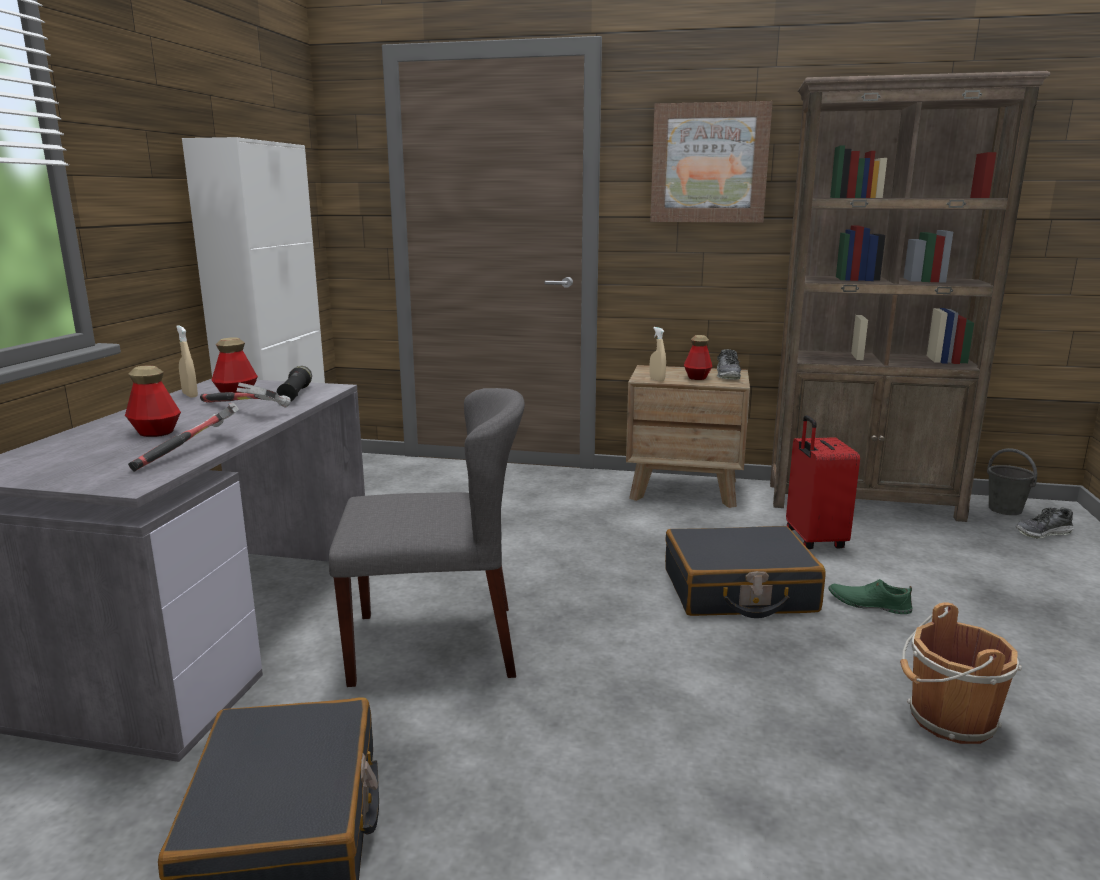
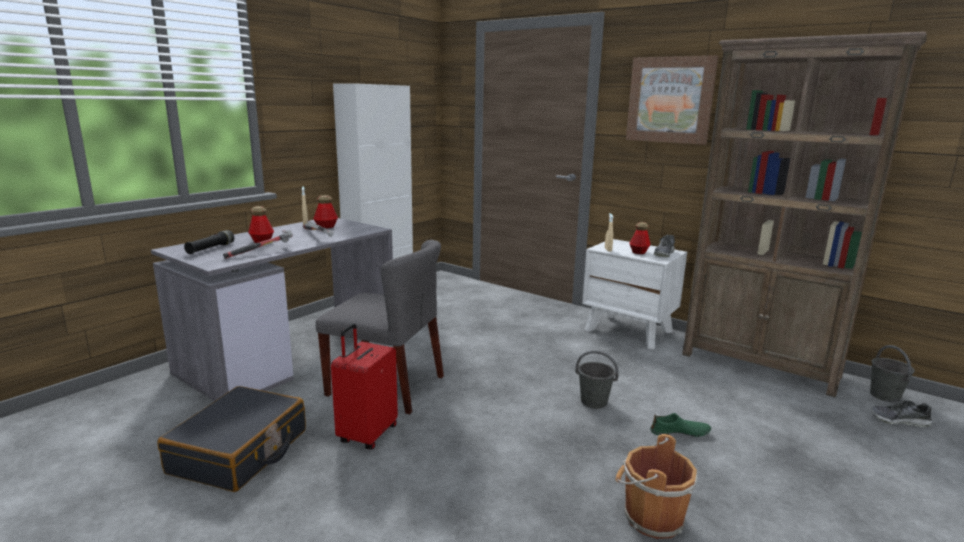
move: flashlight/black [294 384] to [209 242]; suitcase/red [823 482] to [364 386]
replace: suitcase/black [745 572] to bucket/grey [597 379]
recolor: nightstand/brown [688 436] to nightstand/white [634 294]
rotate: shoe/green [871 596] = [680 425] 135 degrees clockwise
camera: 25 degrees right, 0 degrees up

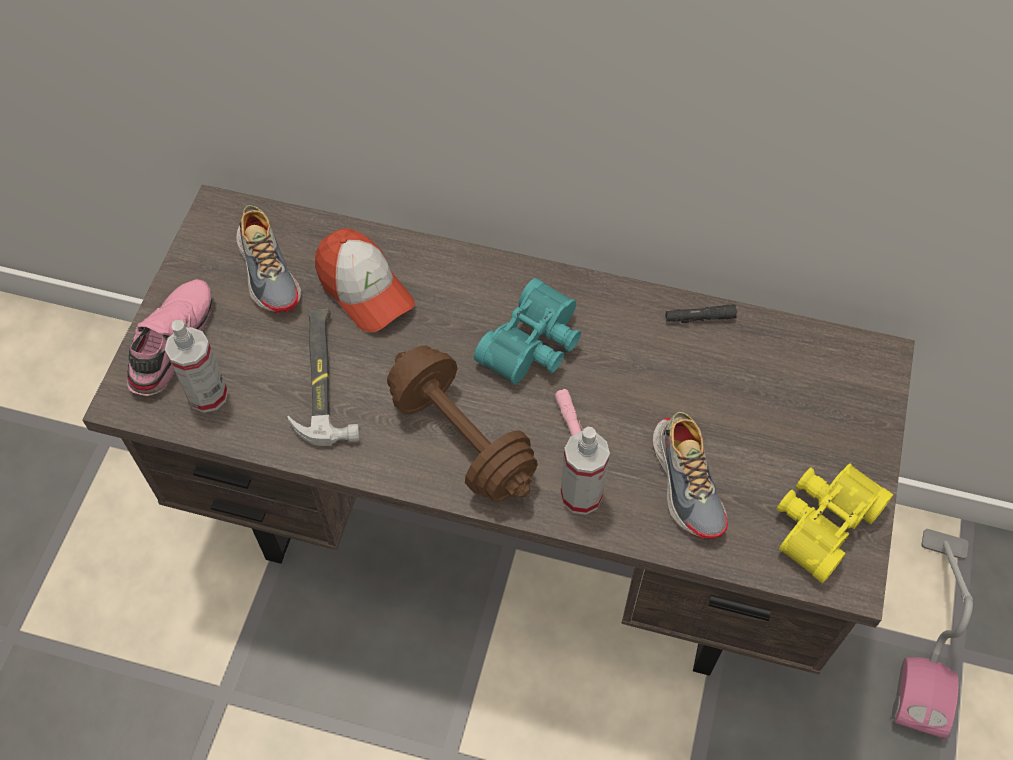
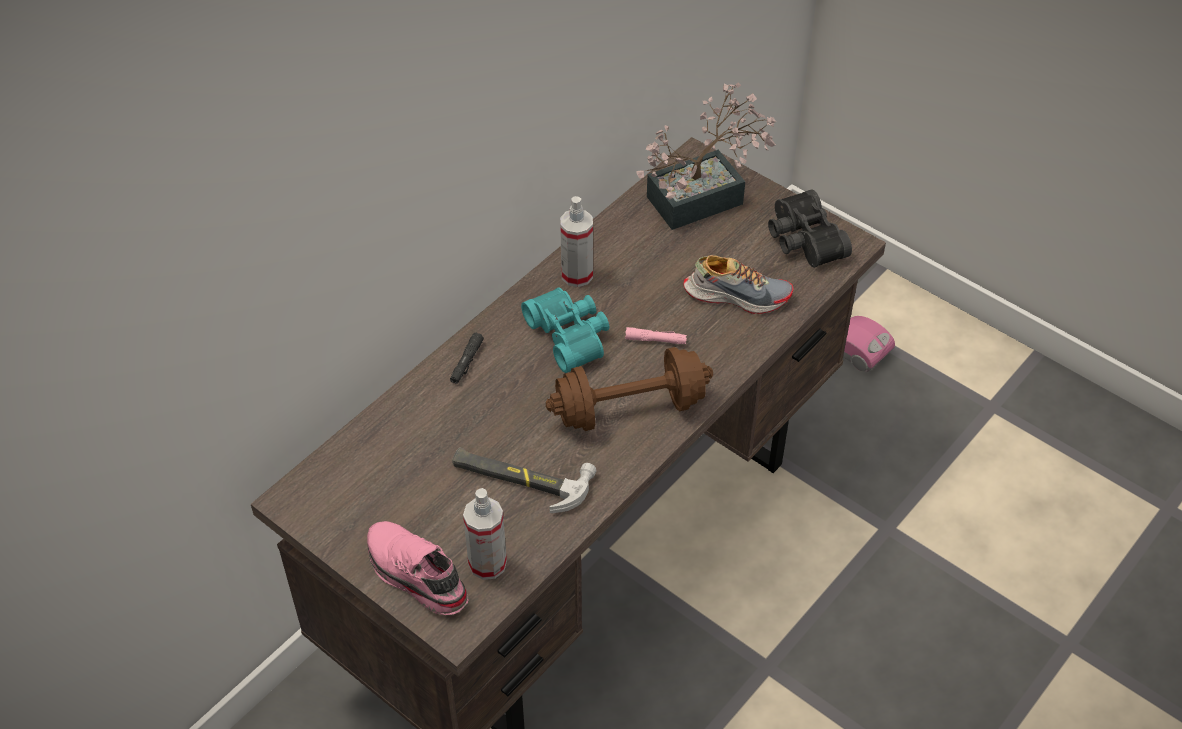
delete: shoe [268 259]; cap [365 280]
insert: potted plant [706 156]
move: spray bottle [585 471] to [576 241]; flashlight/black [701 314] to [467 358]
recolor: binoculars/yellow [834 523] to binoculars/black [810 229]
camera: 65 degrees left, 10 degrees down

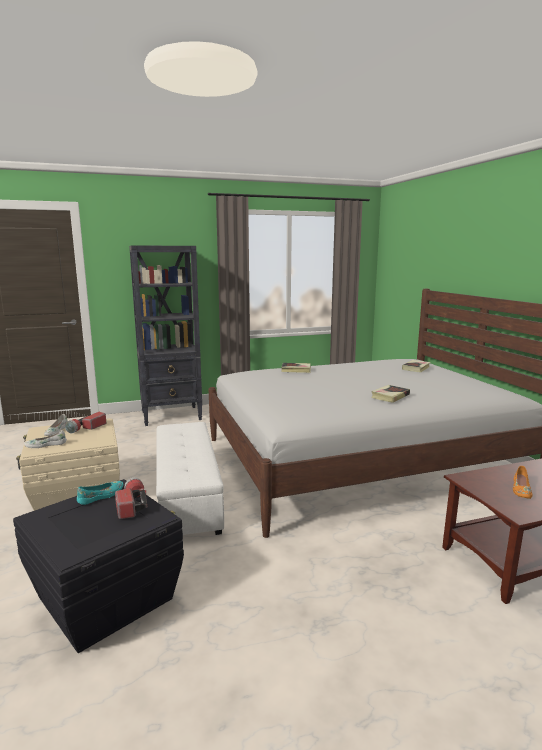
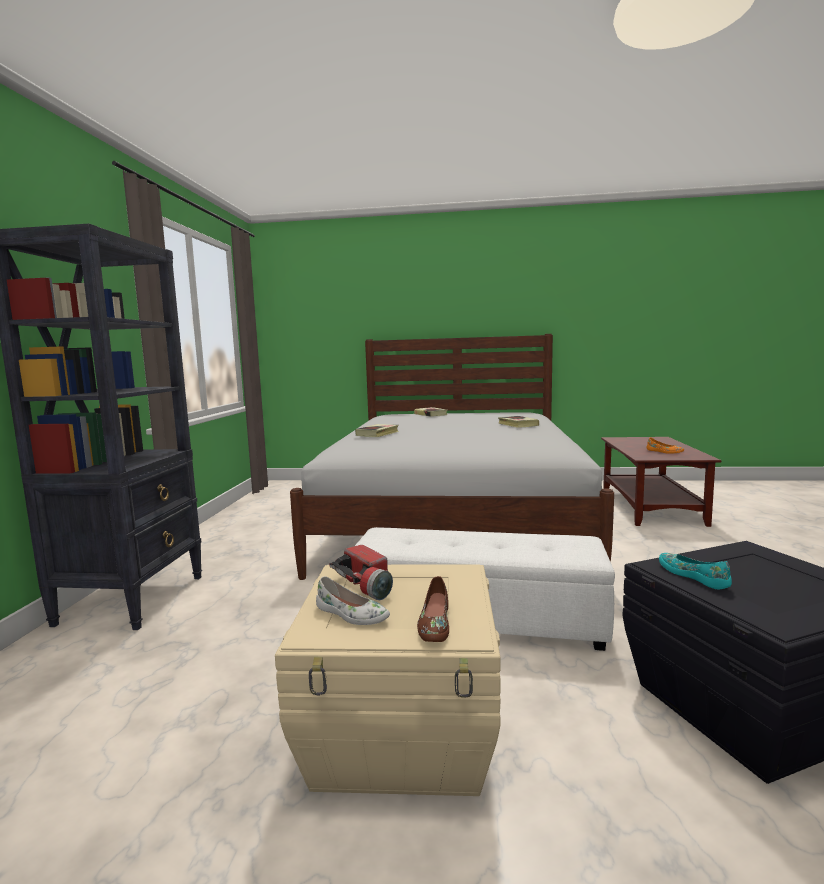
delete: flashlight [131 498]
recolor: shoe/white [45 439] to shoe/brown [433 609]
camera: 65 degrees left, 5 degrees down

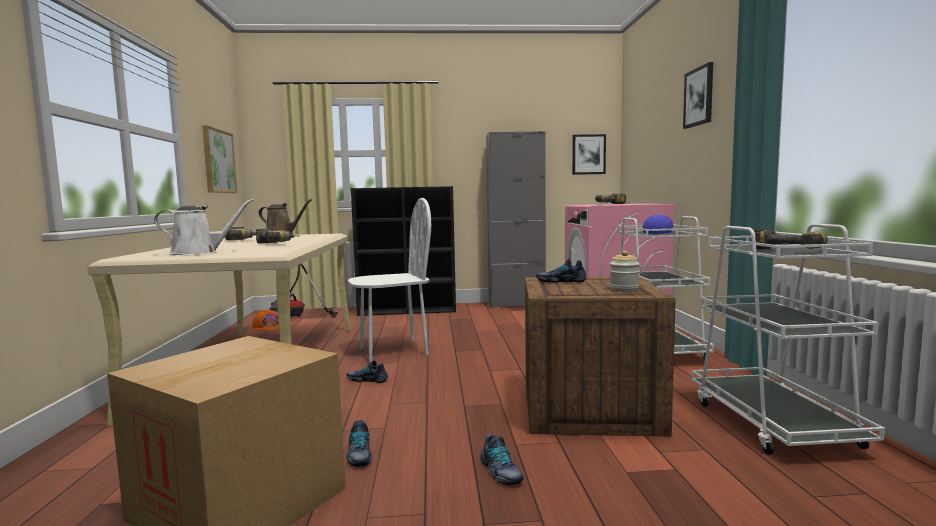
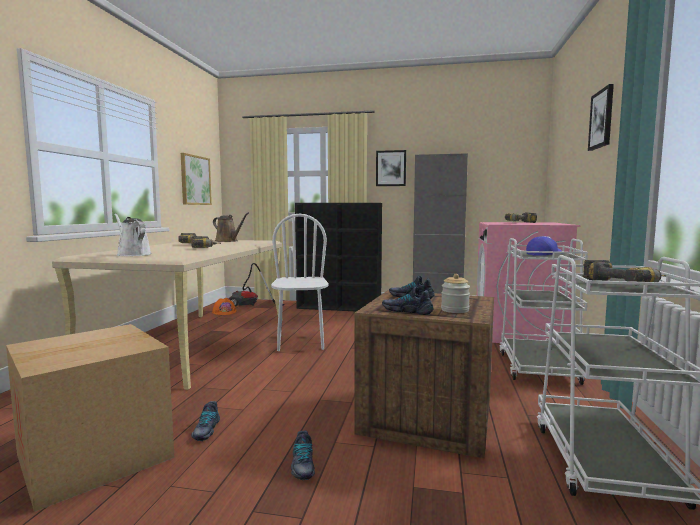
move: shoe [367 371] to [407 301]; picture [589 154] to [391 168]
rotate: watering can/white [204 227] = [133 234] 135 degrees counterclockwise; chair/white [389 280] = [300 282] 90 degrees counterclockwise
camera: 15 degrees right, 0 degrees up

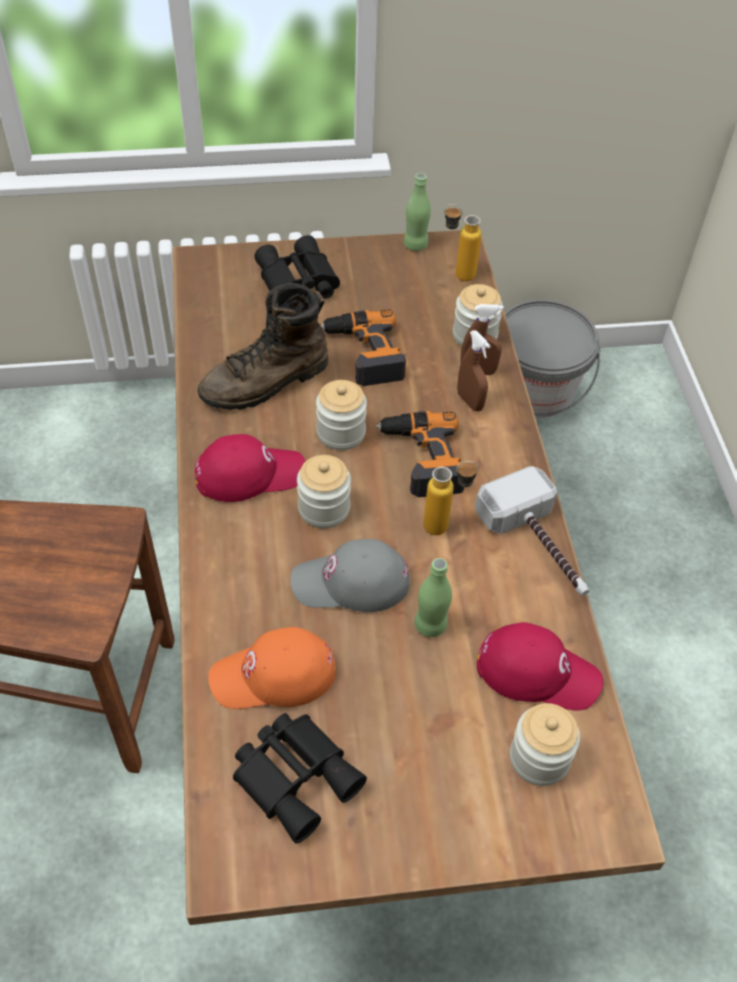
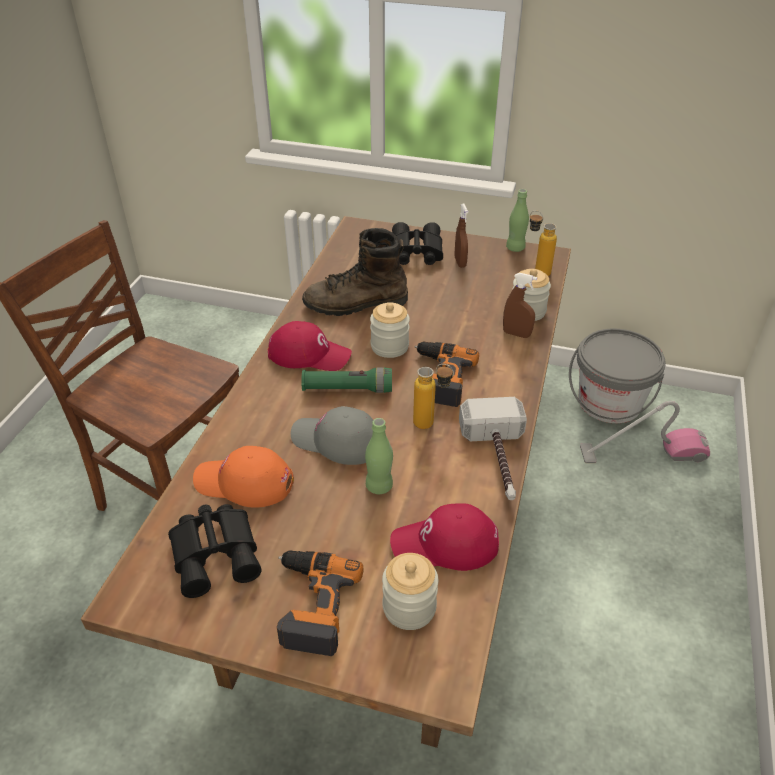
insert: vacuum cleaner [645 432]
move: power drill [363 348] to [320 603]; spray bottle/brown [474 370] to [461 235]
replace: jar [324 491] to flashlight/green [346 380]
rotate: cap/red [540 666] = [444 537] 135 degrees clockwise
camera: 25 degrees right, 10 degrees down

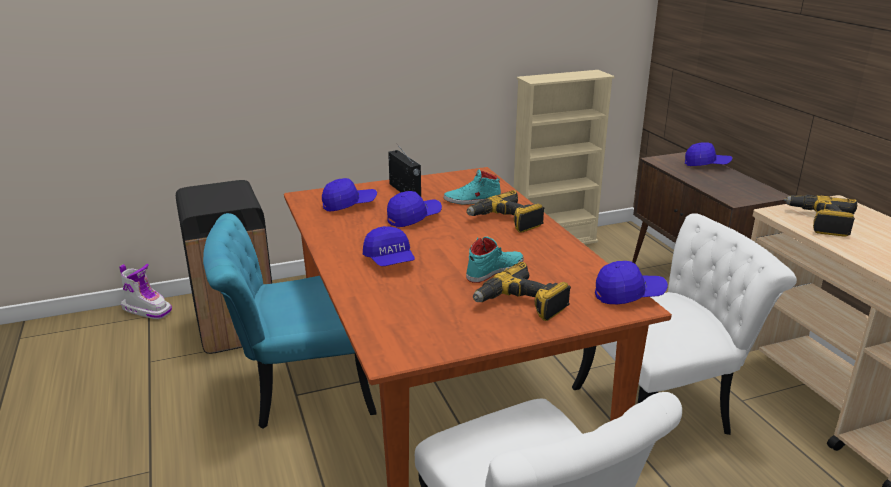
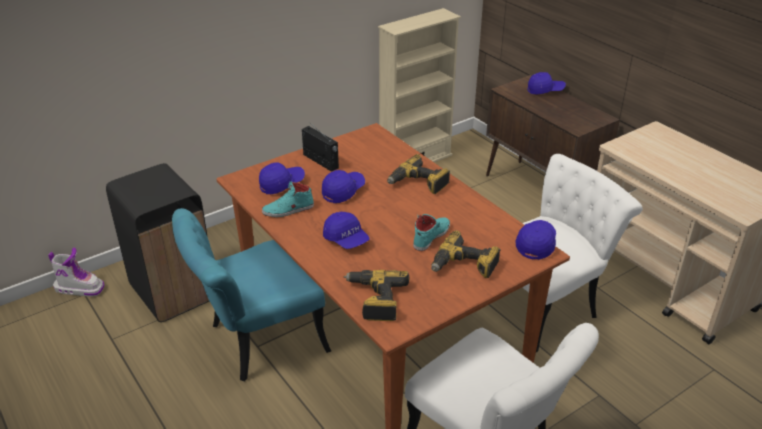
move: shoe/turquoise [472 187] to [288 199]; power drill [820 216] to [376 295]
rotate: cap/blue [631 282] = [536 240] 45 degrees counterclockwise
camera: 15 degrees left, 10 degrees up

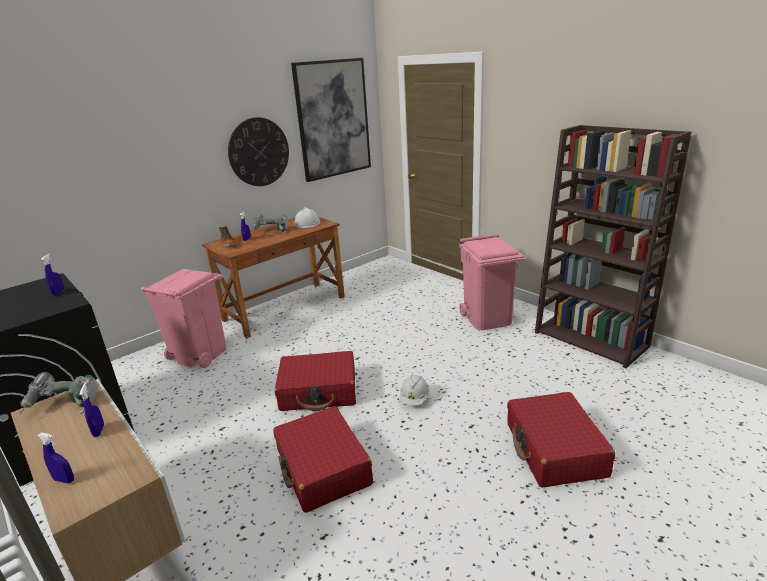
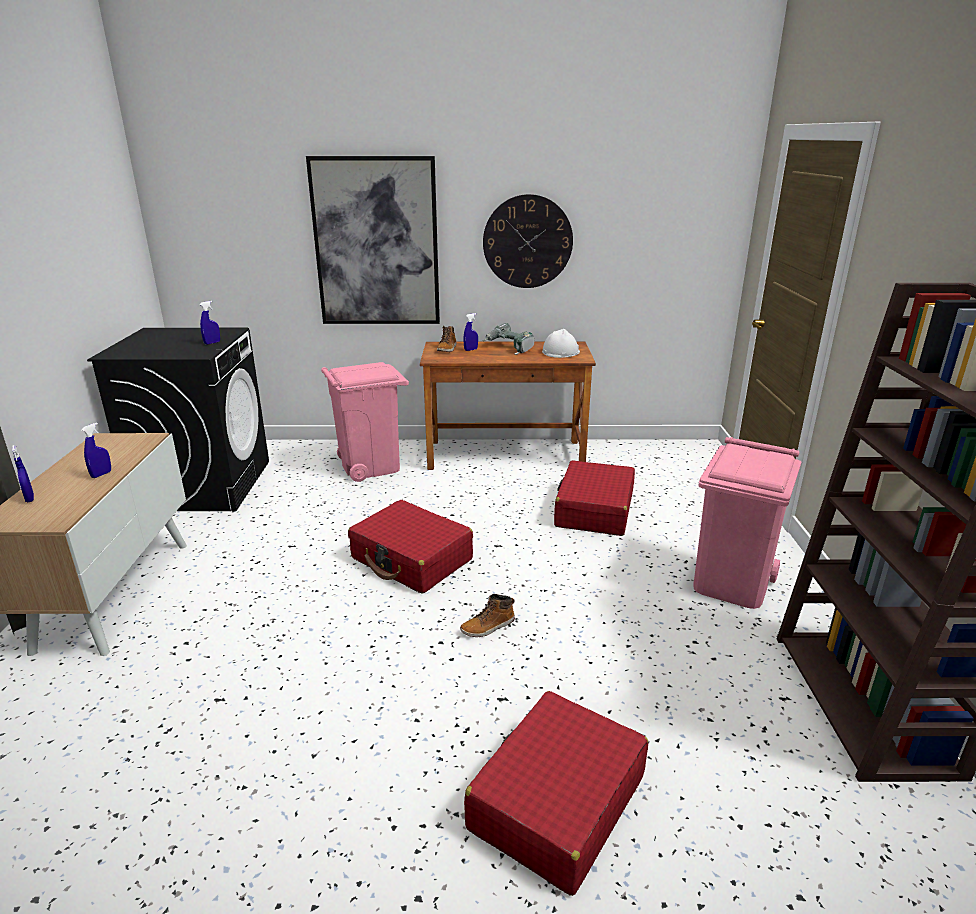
delete: power drill [58 393]
move: suitcase/red [323 459] to [594 498]; picture [331 120] to [373 240]
replace: hard hat/white [414 390] to boot [487 615]
camera: 40 degrees right, 0 degrees up

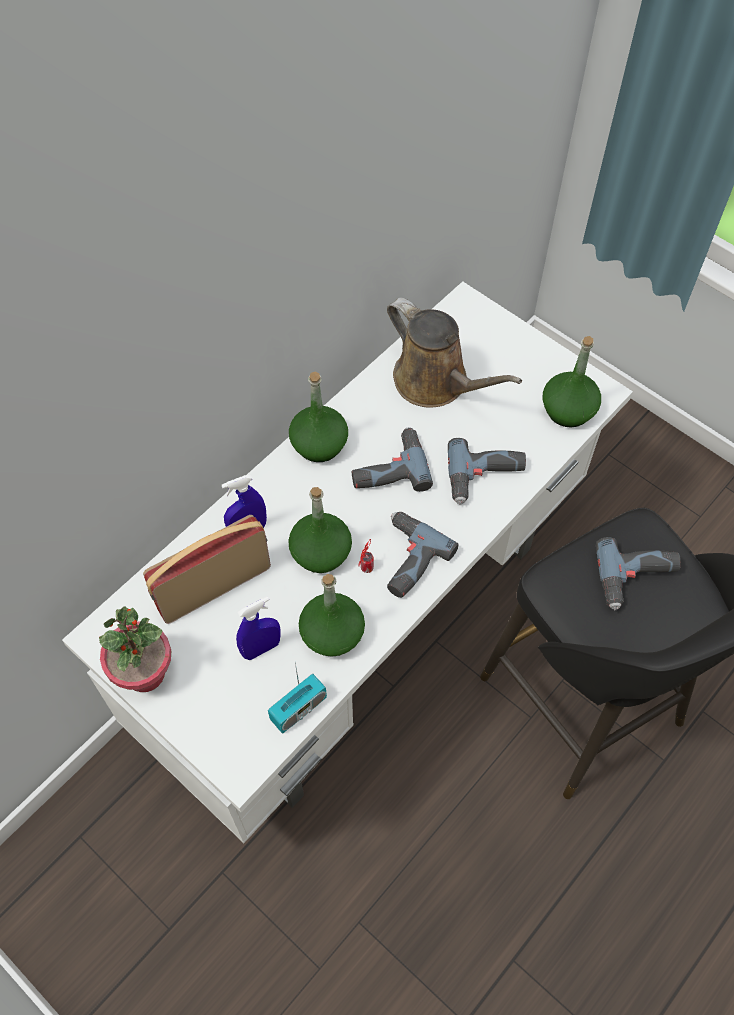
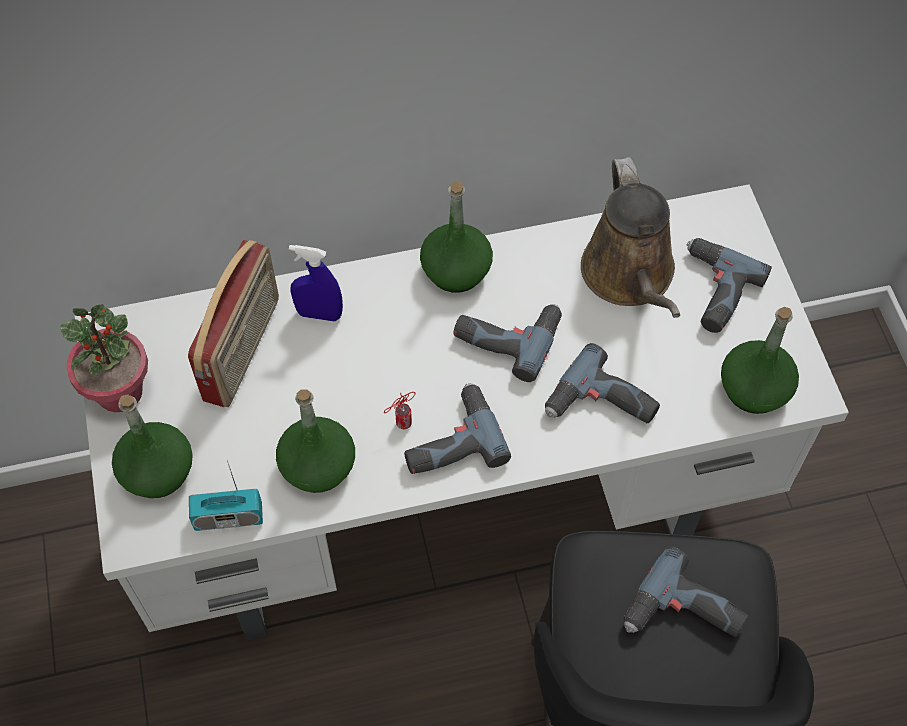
delete: spray bottle/blue [258 628]
insert: power drill [729 285]
move: bottle/green [320 530] to [152 446]
rotate: radio [207 569] = [233 323] 105 degrees clockwise
camera: 35 degrees right, 0 degrees up

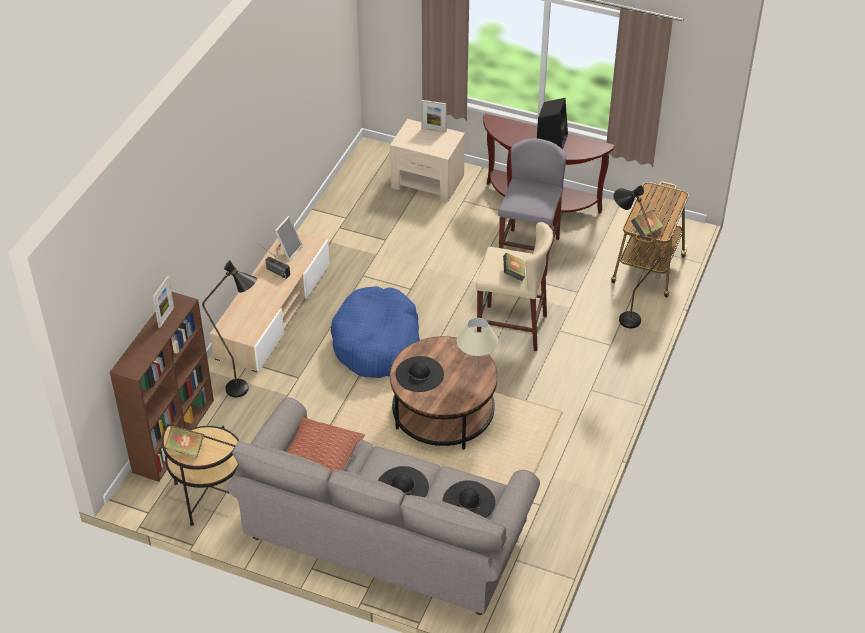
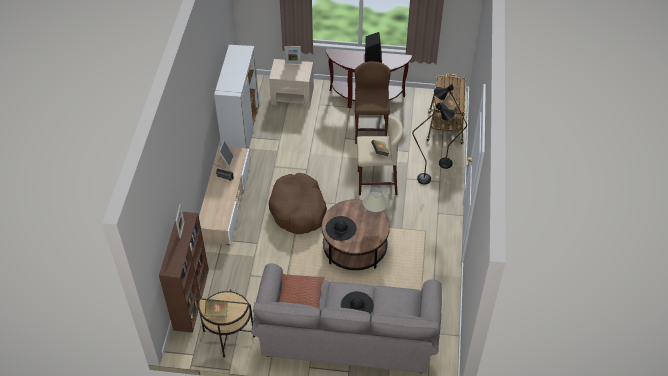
delete: hat/black [468 499]
insert: cabinet/white [237 97]
move: floor lamp/black [229 328] to [433 144]
recolor: dog bed/blue [375 332] to dog bed/brown [298 203]; stool/grey [532 206] to stool/brown [373 102]
camera: 15 degrees left, 5 degrees up

